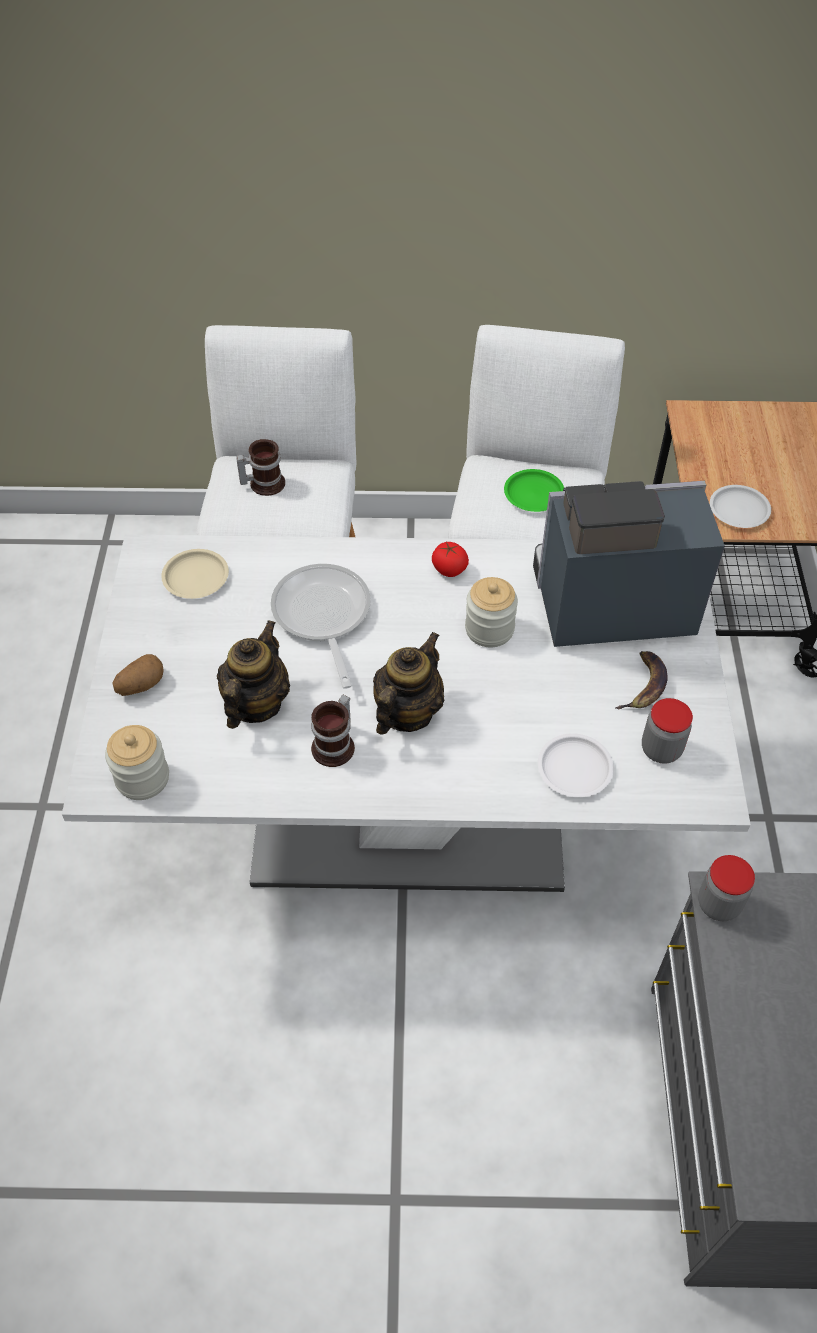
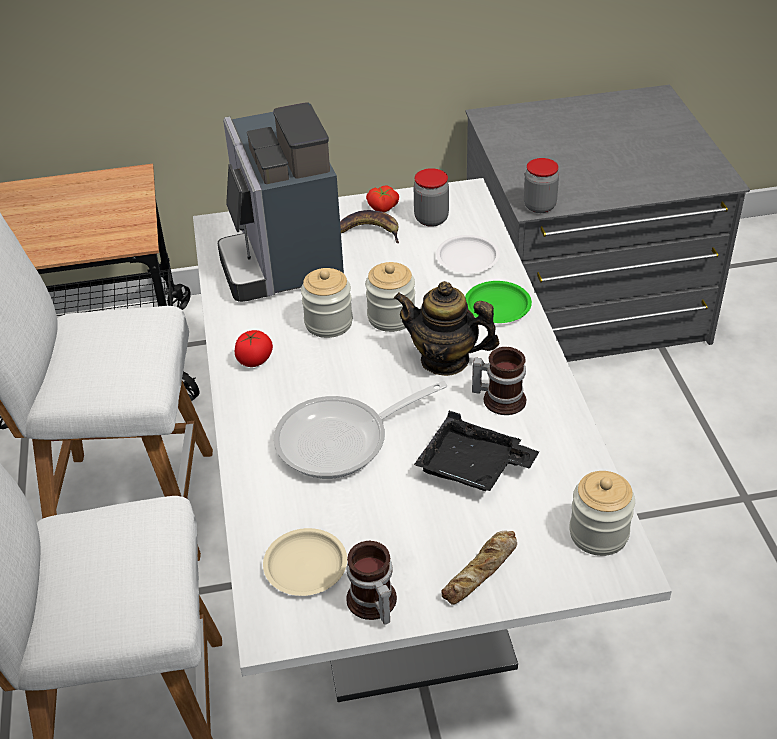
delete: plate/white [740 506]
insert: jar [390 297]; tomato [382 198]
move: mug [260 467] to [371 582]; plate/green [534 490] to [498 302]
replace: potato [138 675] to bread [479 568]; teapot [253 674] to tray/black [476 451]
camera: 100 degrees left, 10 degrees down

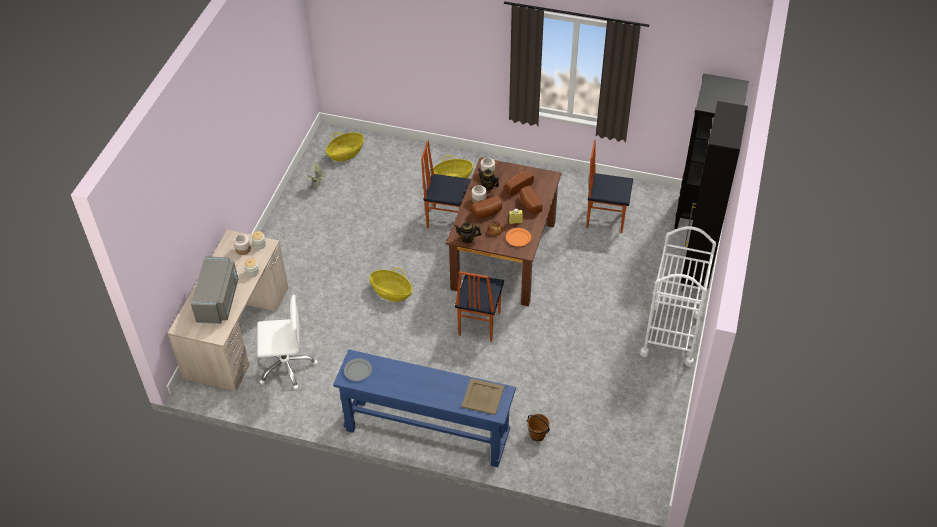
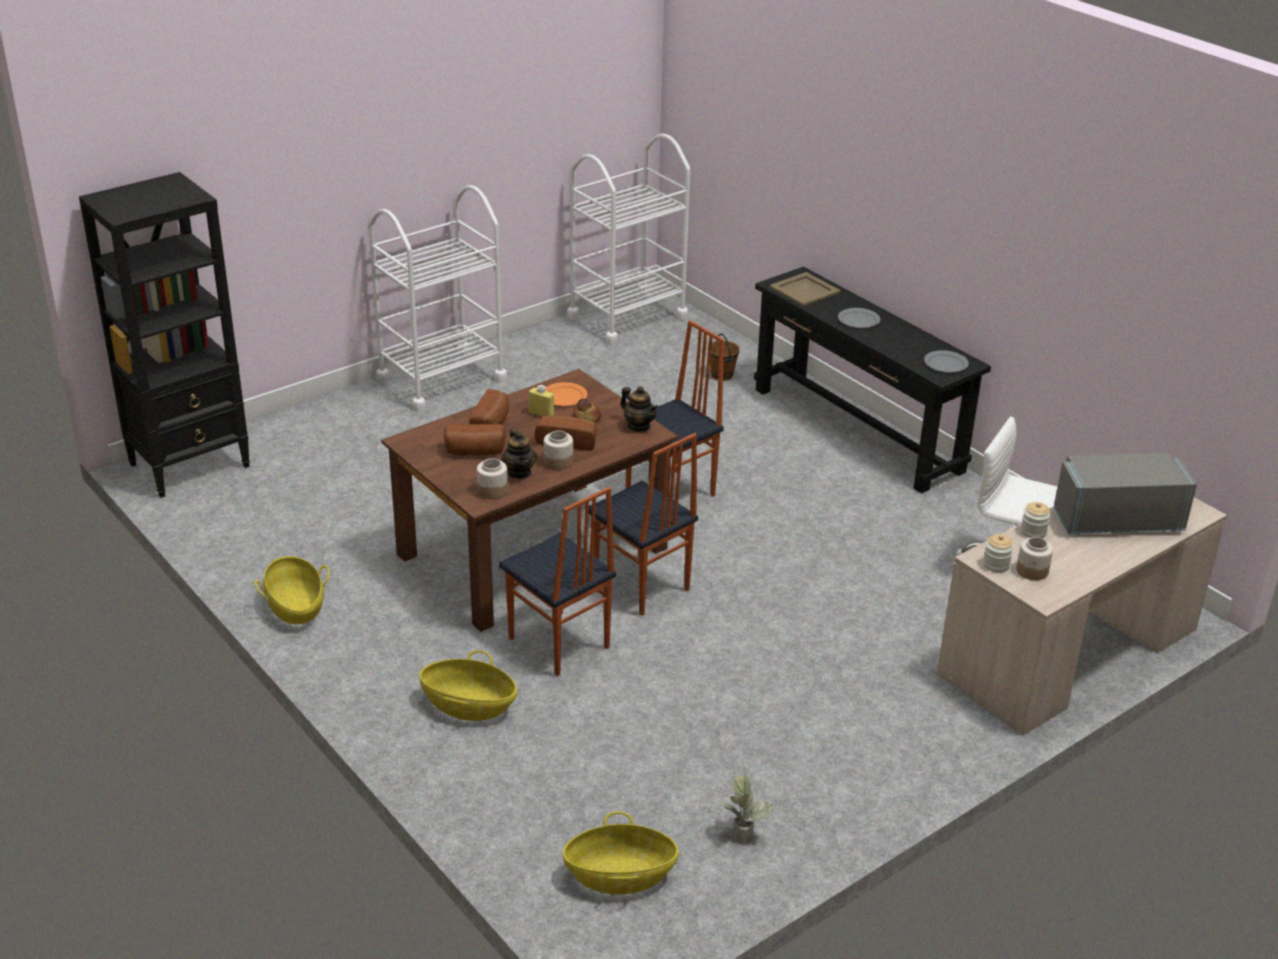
delete: cabinet/black [714 196]
insert: cart/white [628 239]; plate/grey [859 318]
move: basket [391 285] to [292 590]; chair [609 186] to [643 524]
recolor: console table/blue [424 408] to console table/black [872 380]
rotate: microwave/grey [214 290] = [1125 494] 45 degrees clockwise
camera: 145 degrees left, 15 degrees down

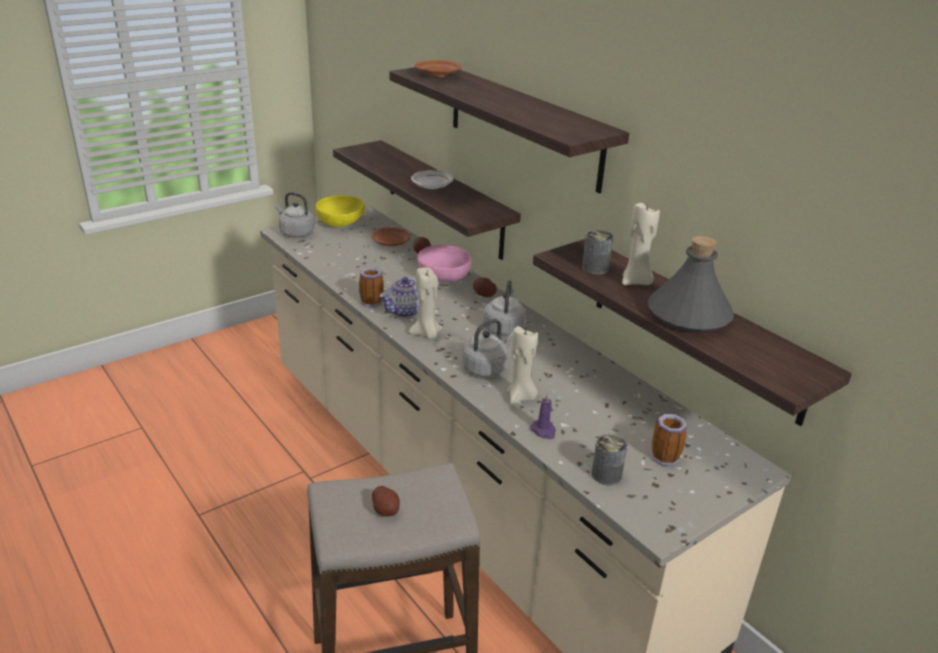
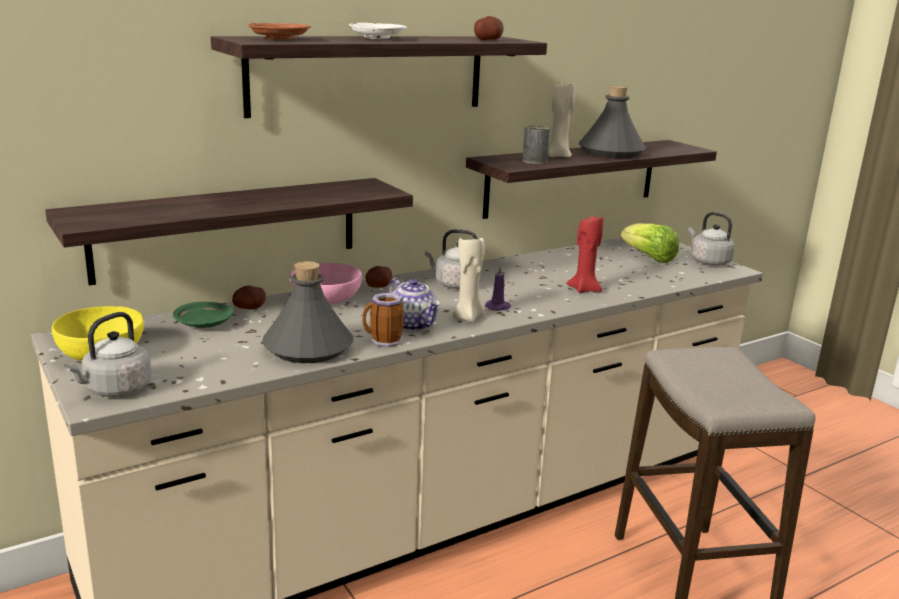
delete: can [609 459]
insert: bottle/grey [307 312]
move: potato [386 501] to [489 28]; plate/white [432 179] to [378 31]; kettle/grey [487 348] to [711 239]; candle/purple [543 416] to [498 288]
replace: mug [669 440] to lettuce [650 243]
recolor: plate/brown [391 237] to plate/green [203 315]; candle/beige [522 365] to candle/red [584 254]
camera: 85 degrees left, 10 degrees down

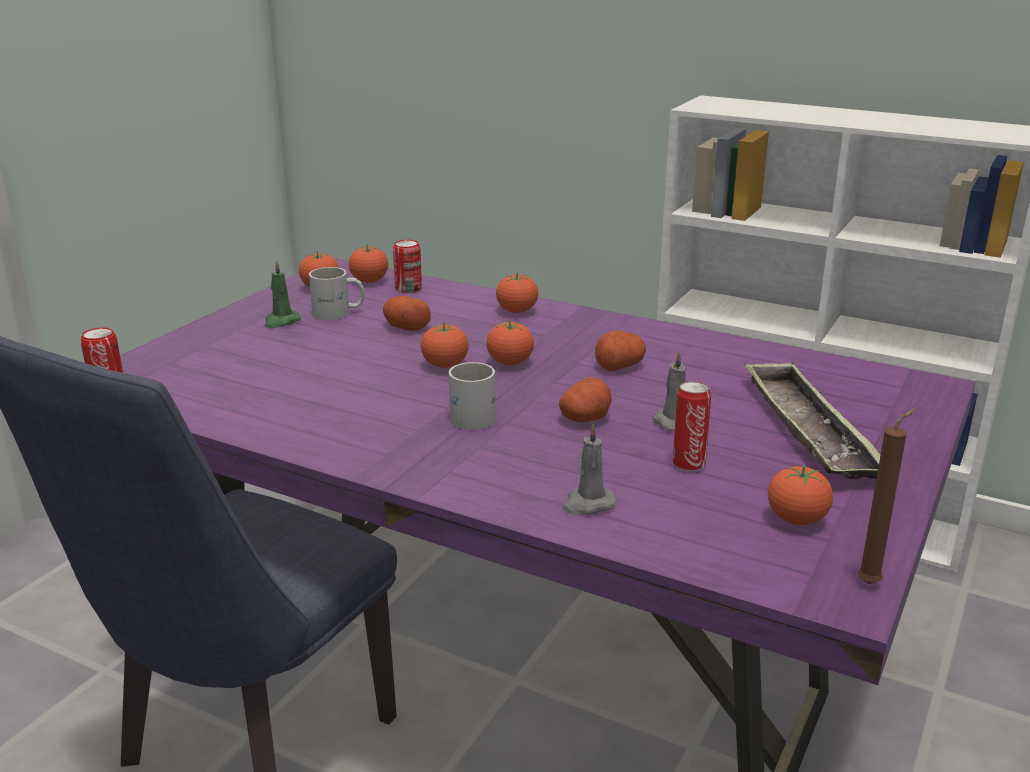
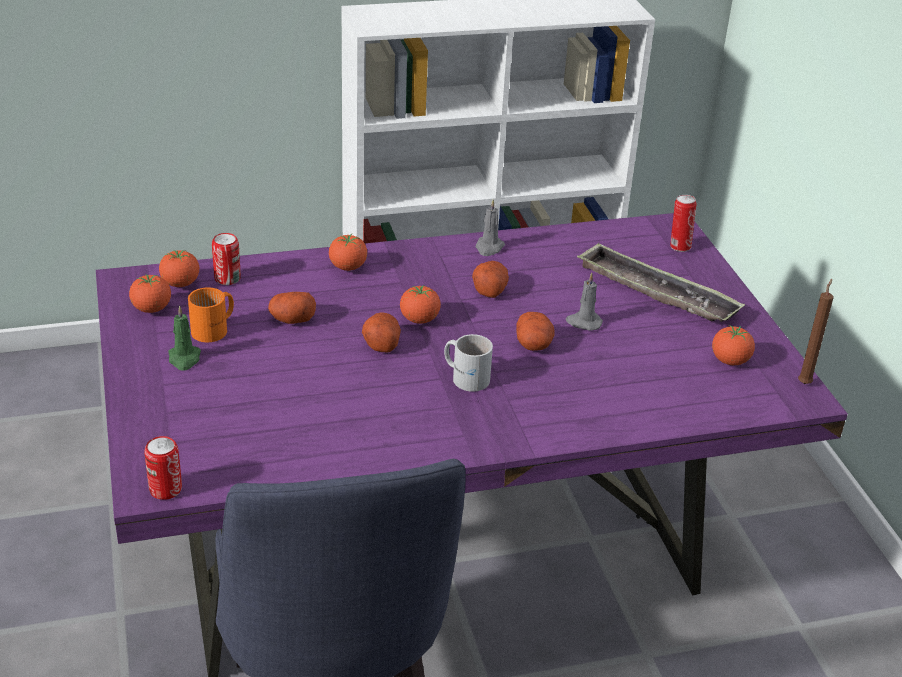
move: candle/grey [589 468] to [490 227]; can [692 426] to [683 223]
replace: tomato [445 345] to potato [381 332]
recolor: mug/white [336 293] to mug/orange [211 314]
camera: 45 degrees left, 10 degrees up

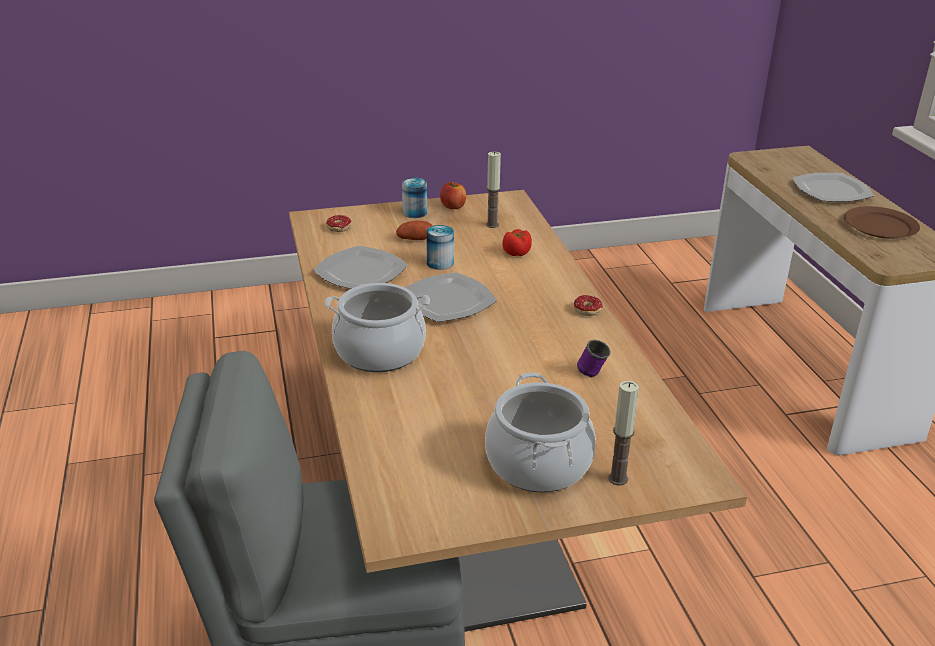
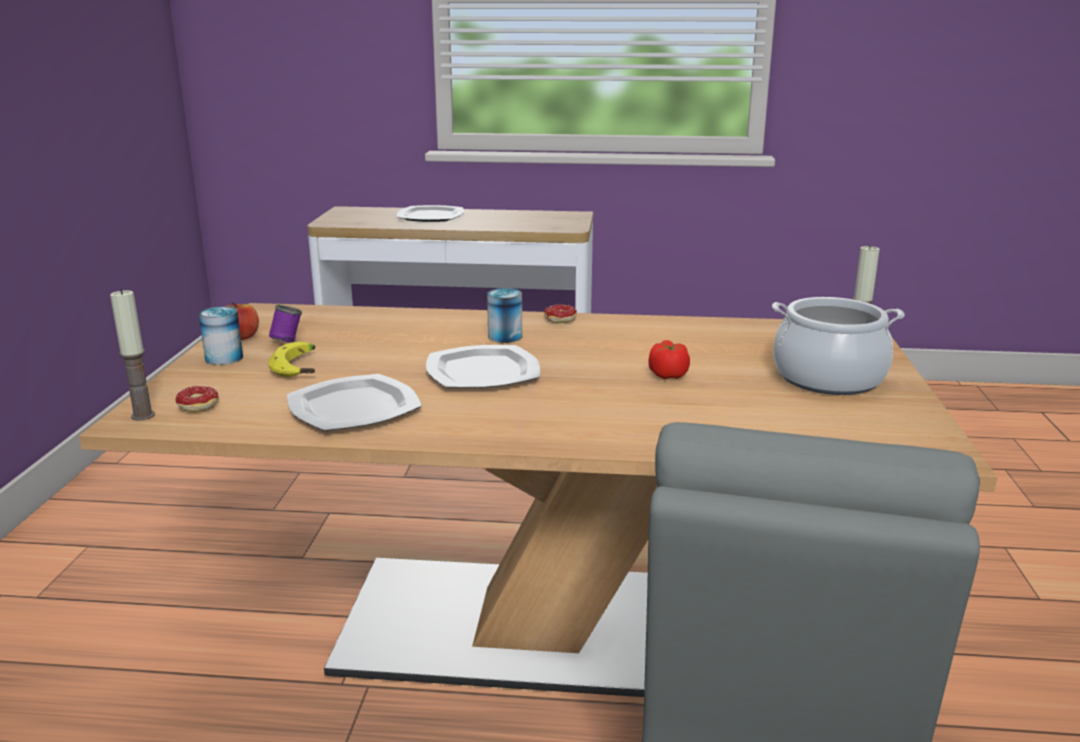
delete: cooking pot [377 327]; plate/brown [882 222]
move: can [440 247] to [504 315]; candle [493 189] to [132 355]; tomato [517 242] to [669 359]; mug/purple [593 358] to [285 323]
replace: potato [414 230] to banana [291 359]
camera: 70 degrees left, 10 degrees down

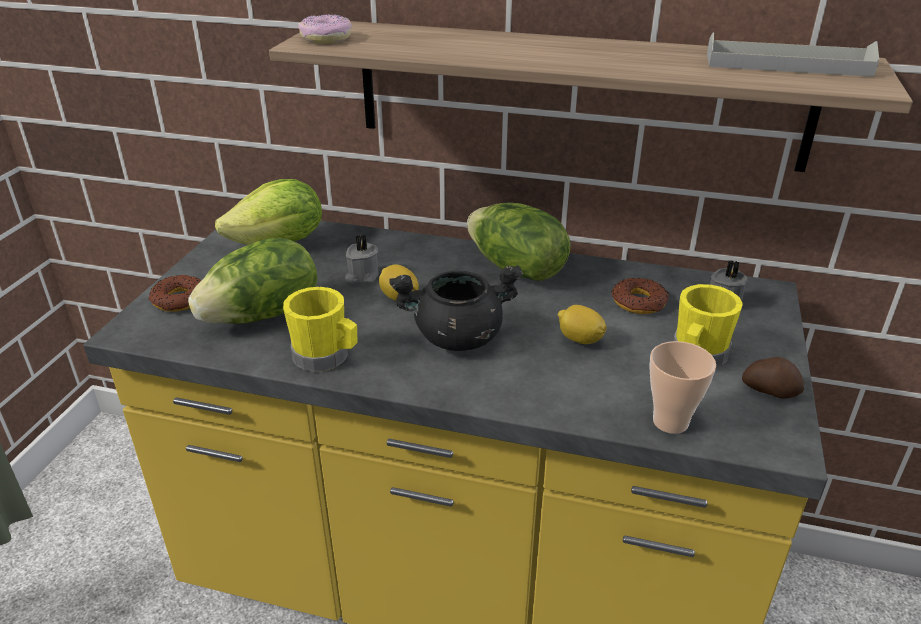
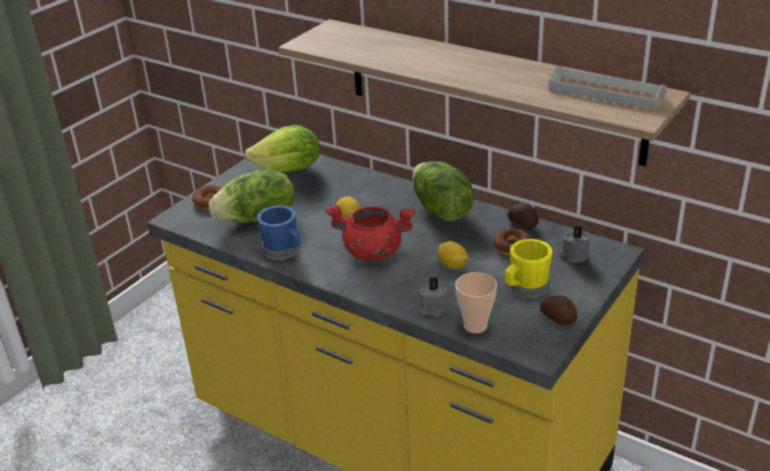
delete: donut [325 29]
insert: potato [523 215]
move: candle/grey [361 259] to [432 297]
recolor: mug/yellow [320 329] to mug/blue [278 232]; cooking pot/black [456 308] to cooking pot/red [370 233]
camera: 20 degrees right, 0 degrees up

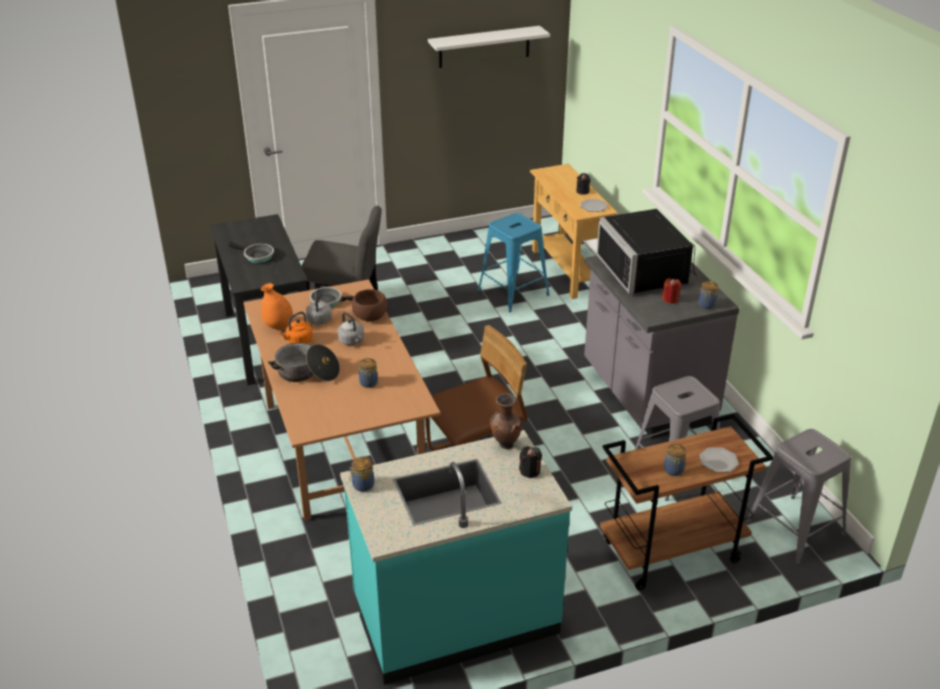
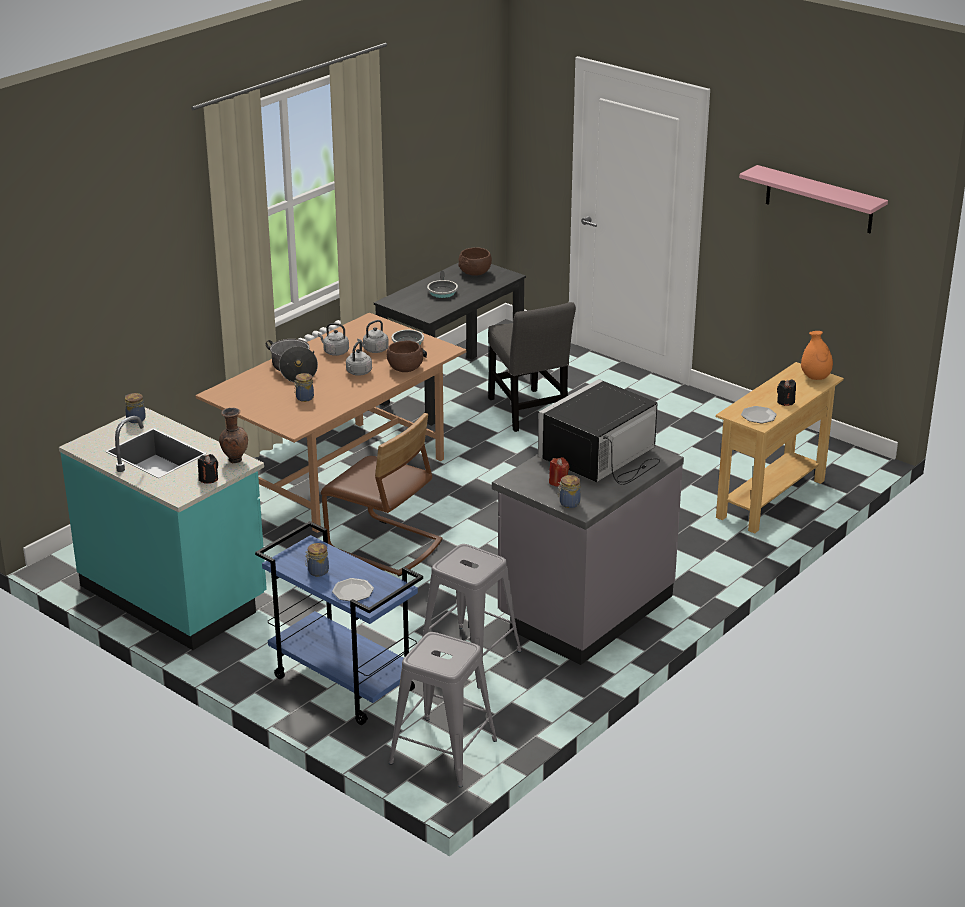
delete: stool/blue [513 262]
insert: bowl/brown [475 261]
move: vase/orange [277 306] to [817 355]
recolor: kettle/orange [296 328] to kettle/grey [333 339]; shelf/white [489 47] to shelf/pink [813 199]; cart/brown [687 502] to cart/blue [339 623]
camera: 60 degrees right, 5 degrees down

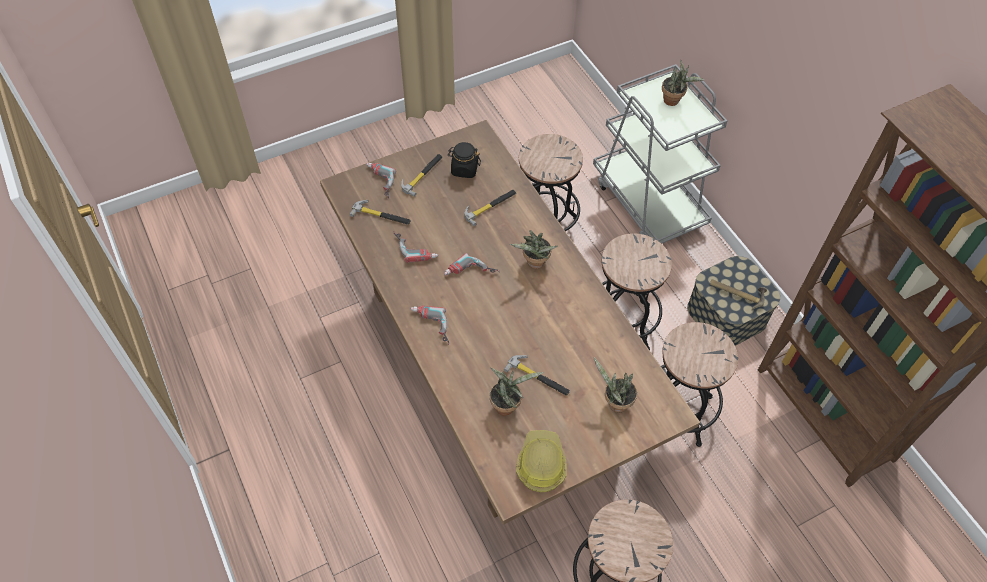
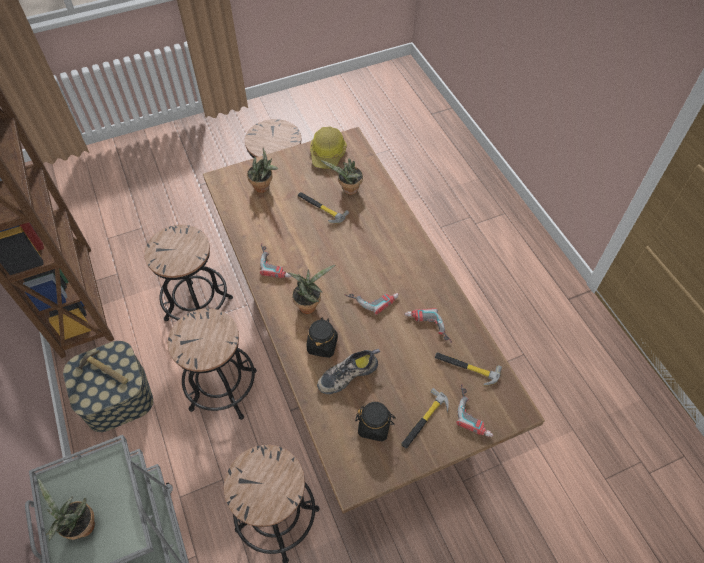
insert: jar/black [322 338]
move: power drill [429 325] to [276 261]
replace: hammer [490 208] to shoe [348 371]
camera: 175 degrees left, 0 degrees up

